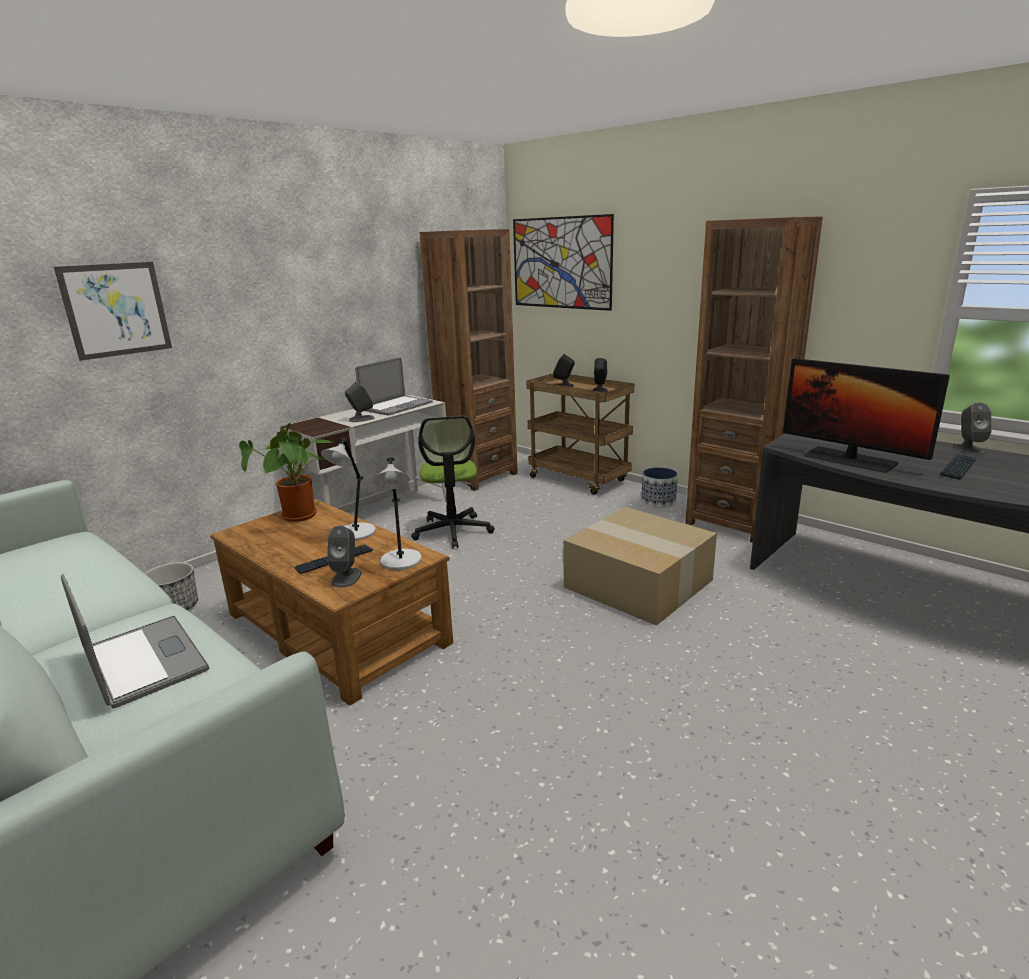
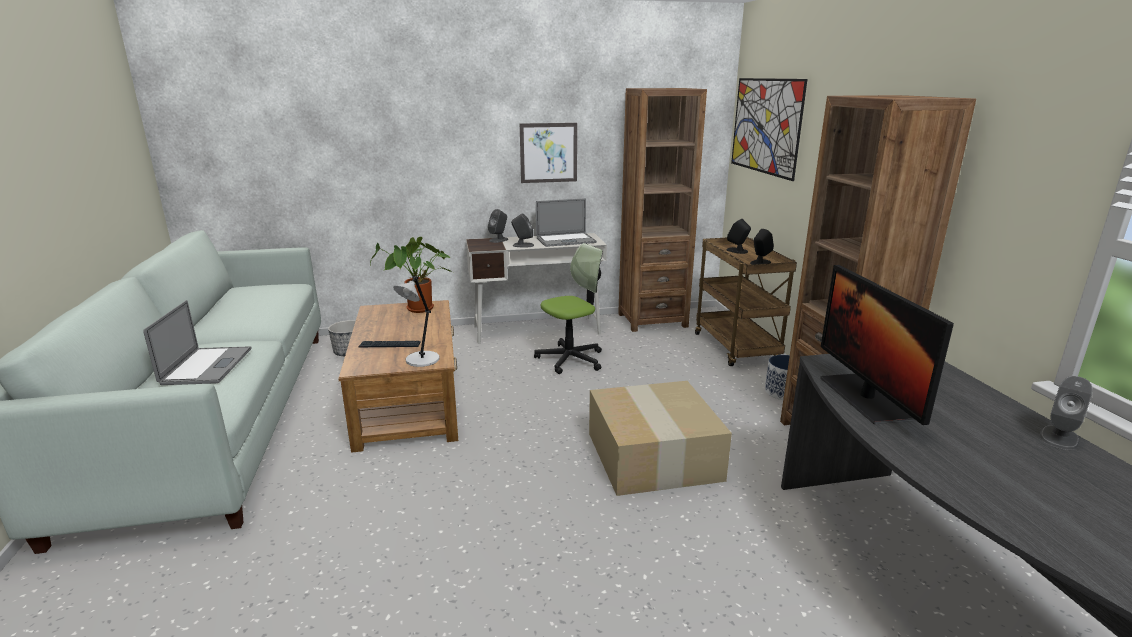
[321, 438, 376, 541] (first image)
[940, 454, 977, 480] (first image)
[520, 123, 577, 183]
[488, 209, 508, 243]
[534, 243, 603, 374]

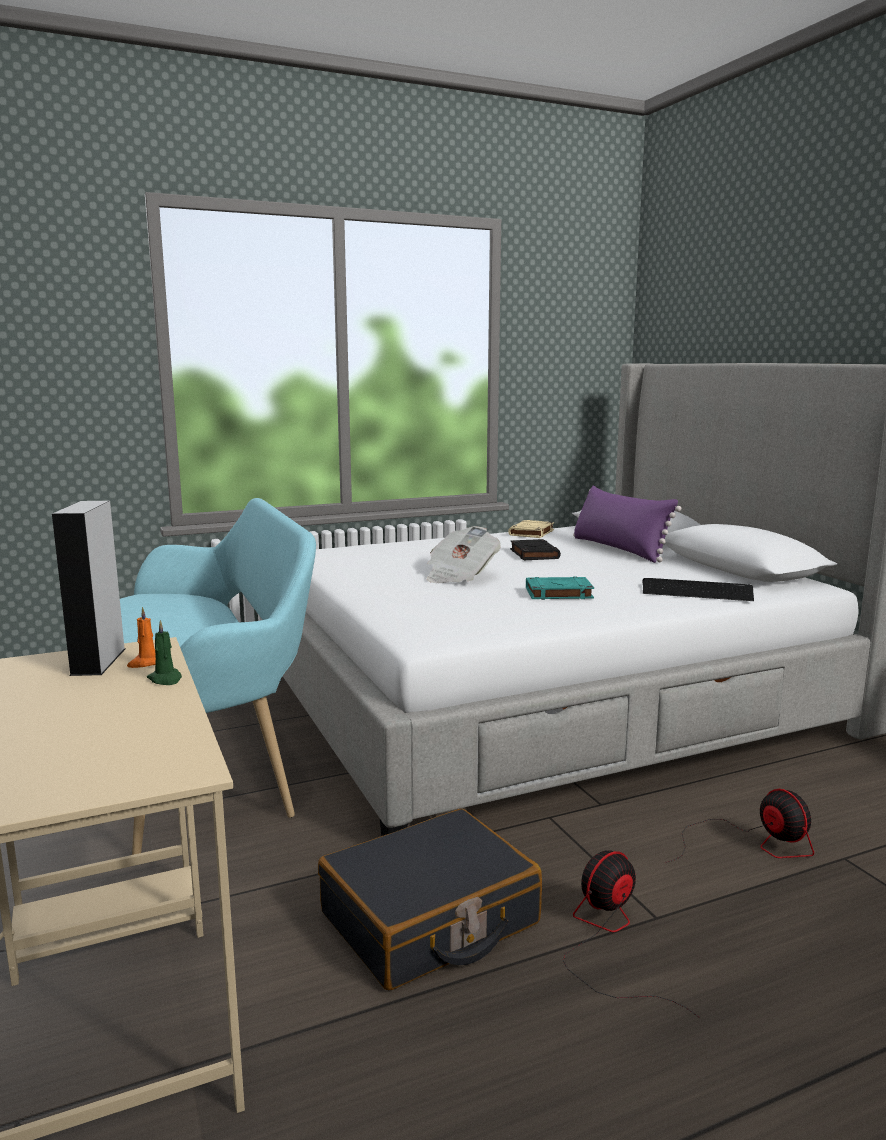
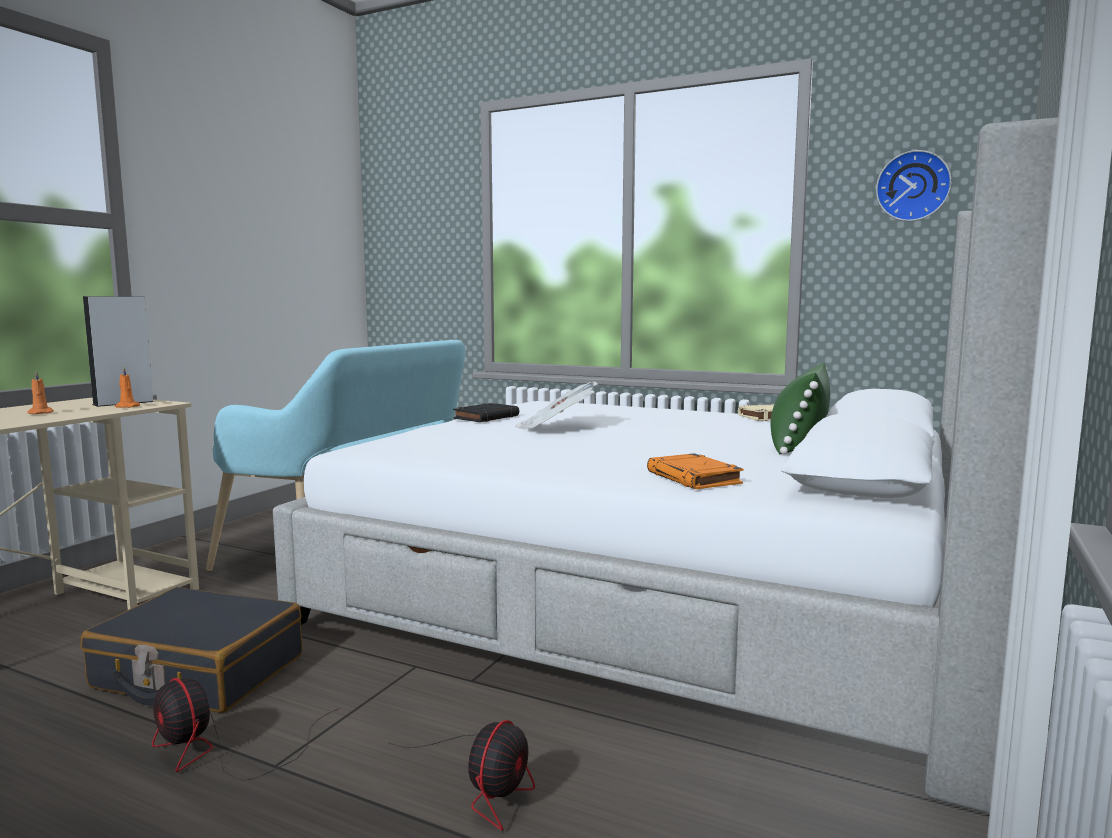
[147, 620, 182, 685] (first image)
[526, 577, 594, 600] (first image)
[27, 371, 54, 414]
[876, 150, 952, 221]
[453, 403, 519, 422]
[647, 453, 744, 489]
[771, 363, 830, 454]
[152, 678, 340, 781]

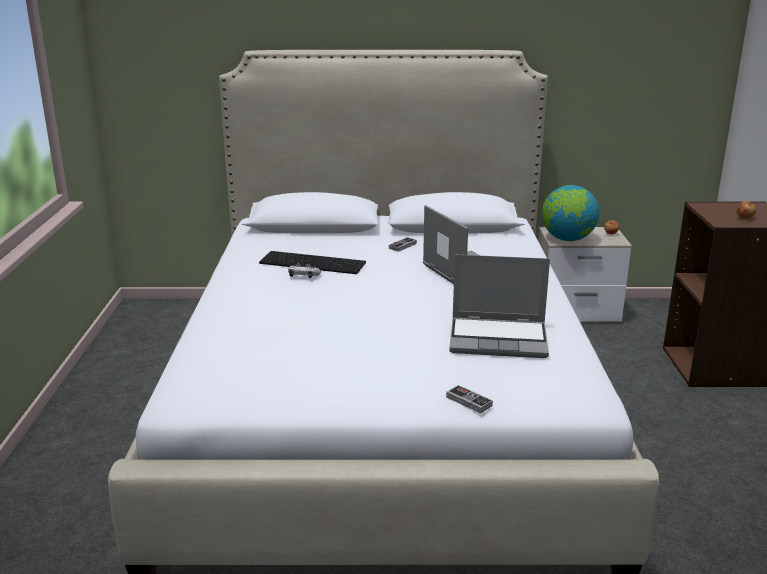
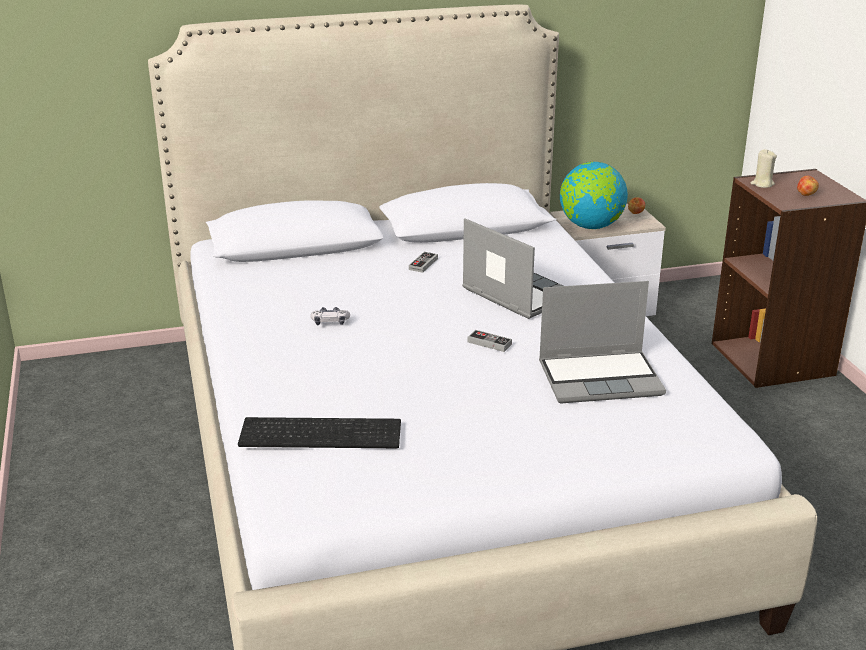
[750, 149, 777, 188]
[238, 417, 401, 448]
[467, 330, 512, 352]

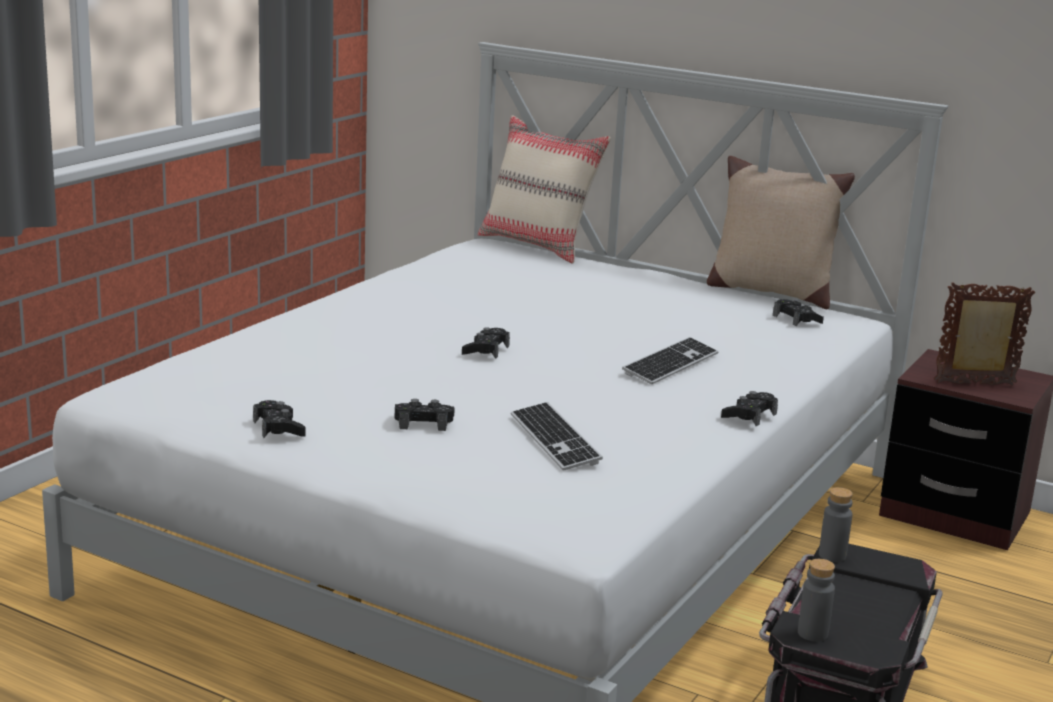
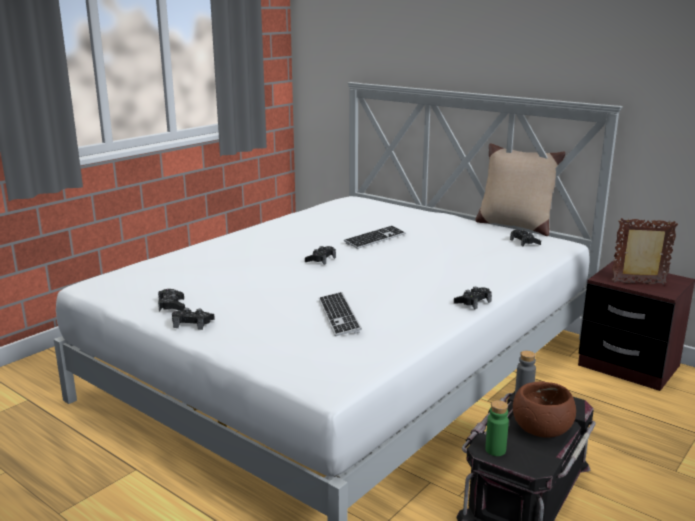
[478, 115, 611, 264] (first image)
[513, 382, 576, 438]
[172, 308, 215, 330]
[344, 225, 406, 249]
[485, 400, 509, 456]

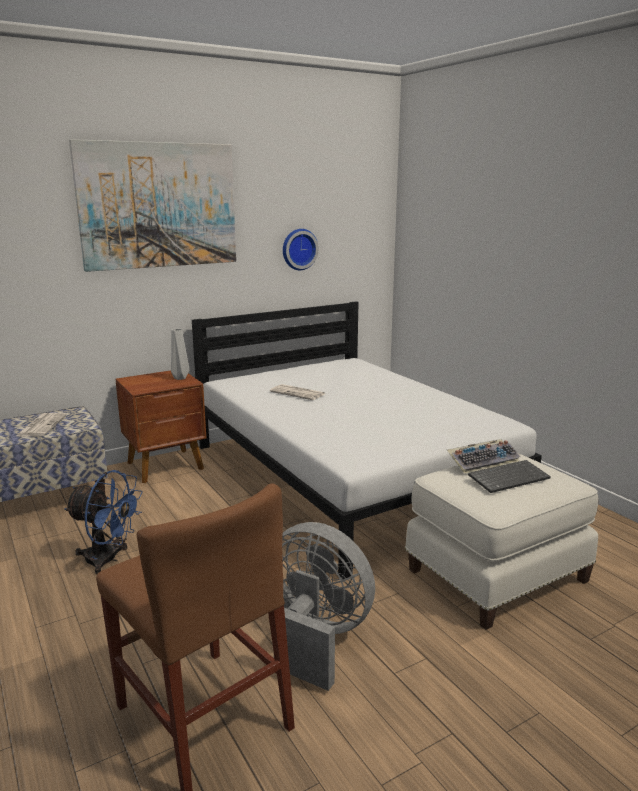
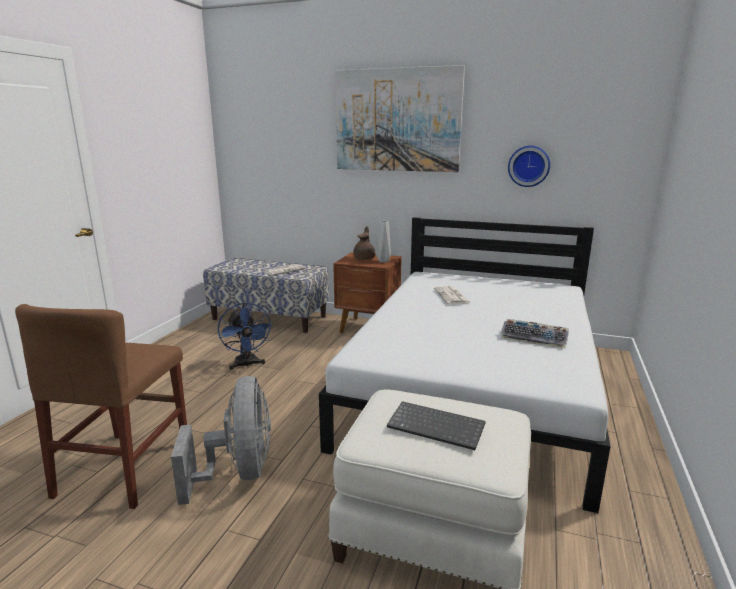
[353, 226, 375, 260]
[500, 319, 569, 349]

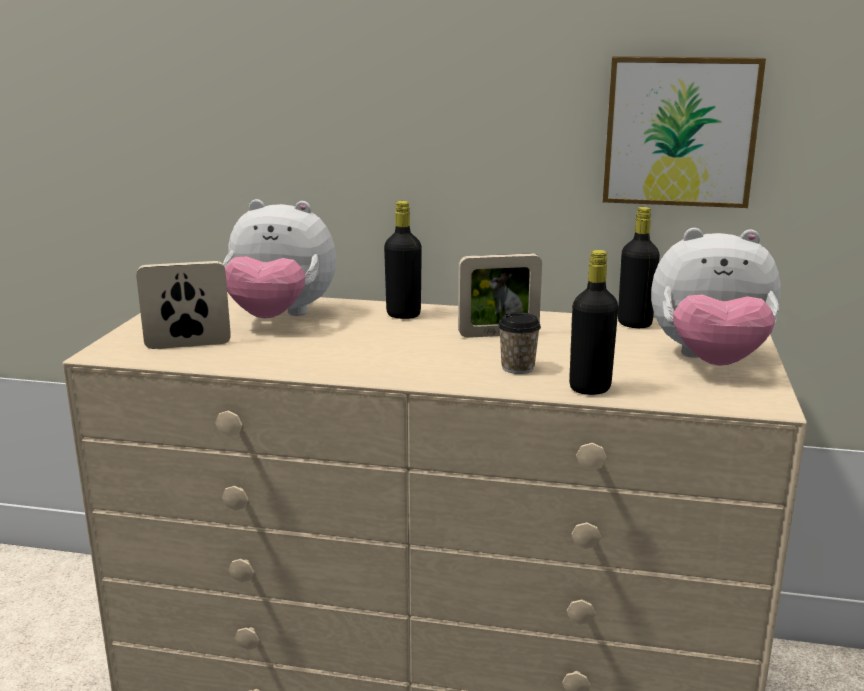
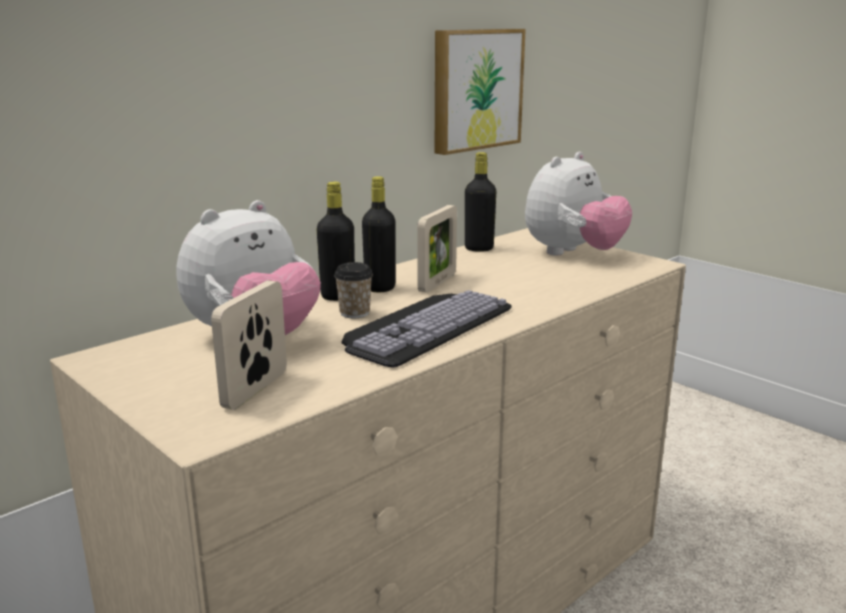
[342, 290, 512, 368]
[334, 262, 373, 318]
[362, 176, 396, 292]

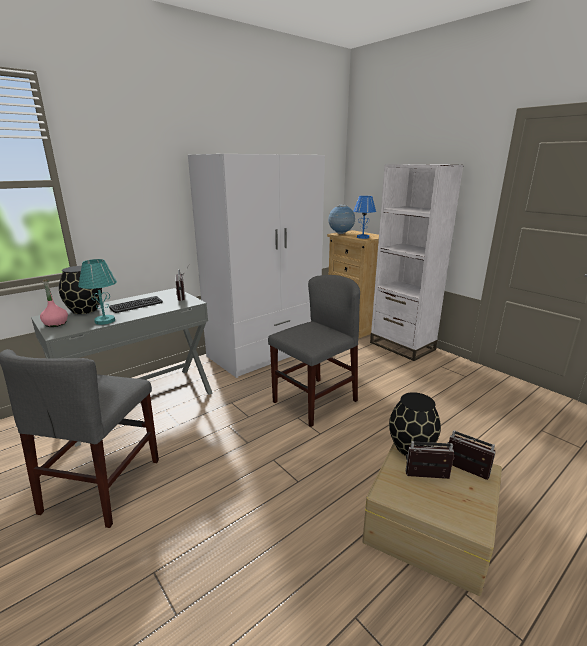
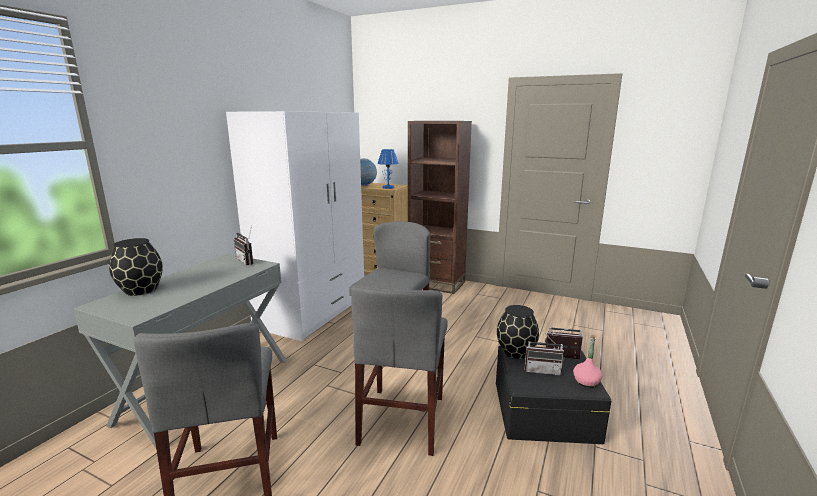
[78, 259, 117, 325] (first image)
[109, 296, 163, 313] (first image)
[351, 284, 448, 456]
[573, 335, 603, 388]
[496, 346, 612, 444]
[408, 121, 472, 294]
[524, 329, 564, 375]

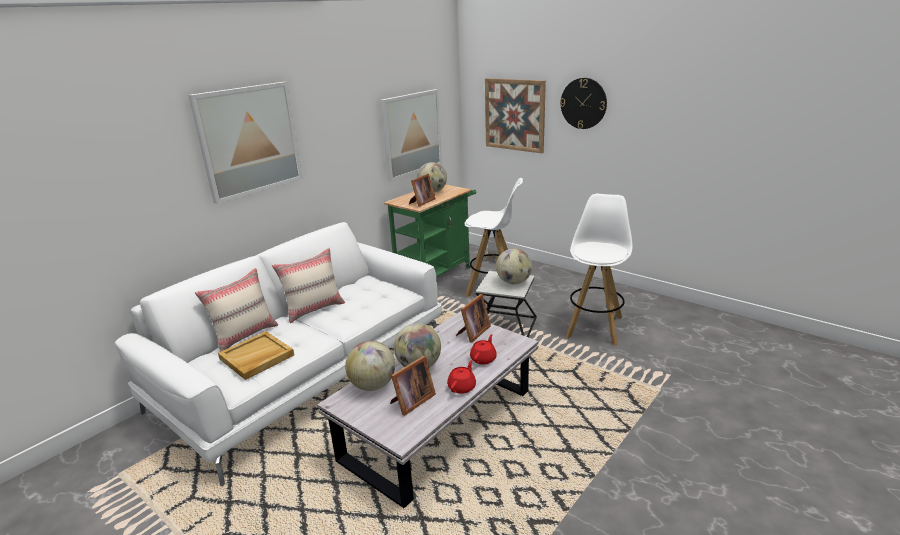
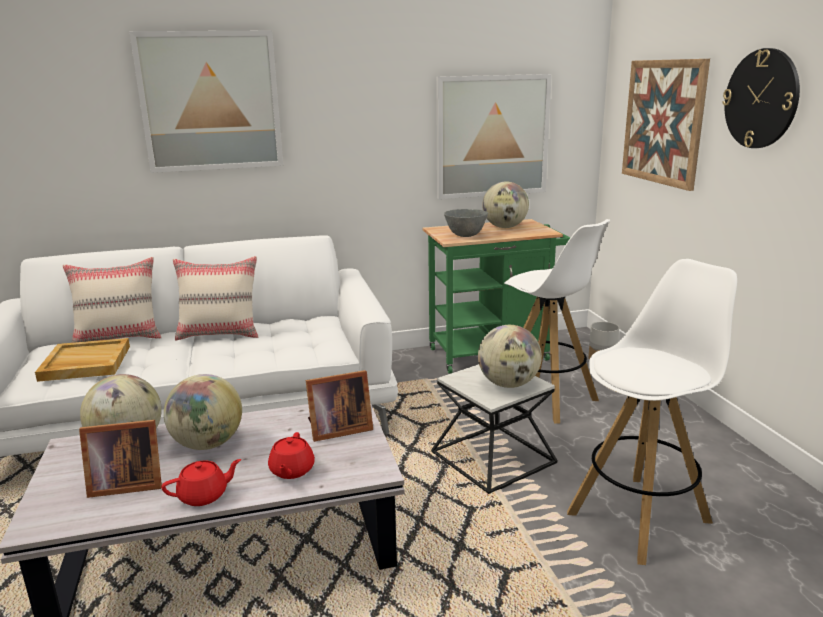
[444, 209, 488, 237]
[268, 432, 315, 479]

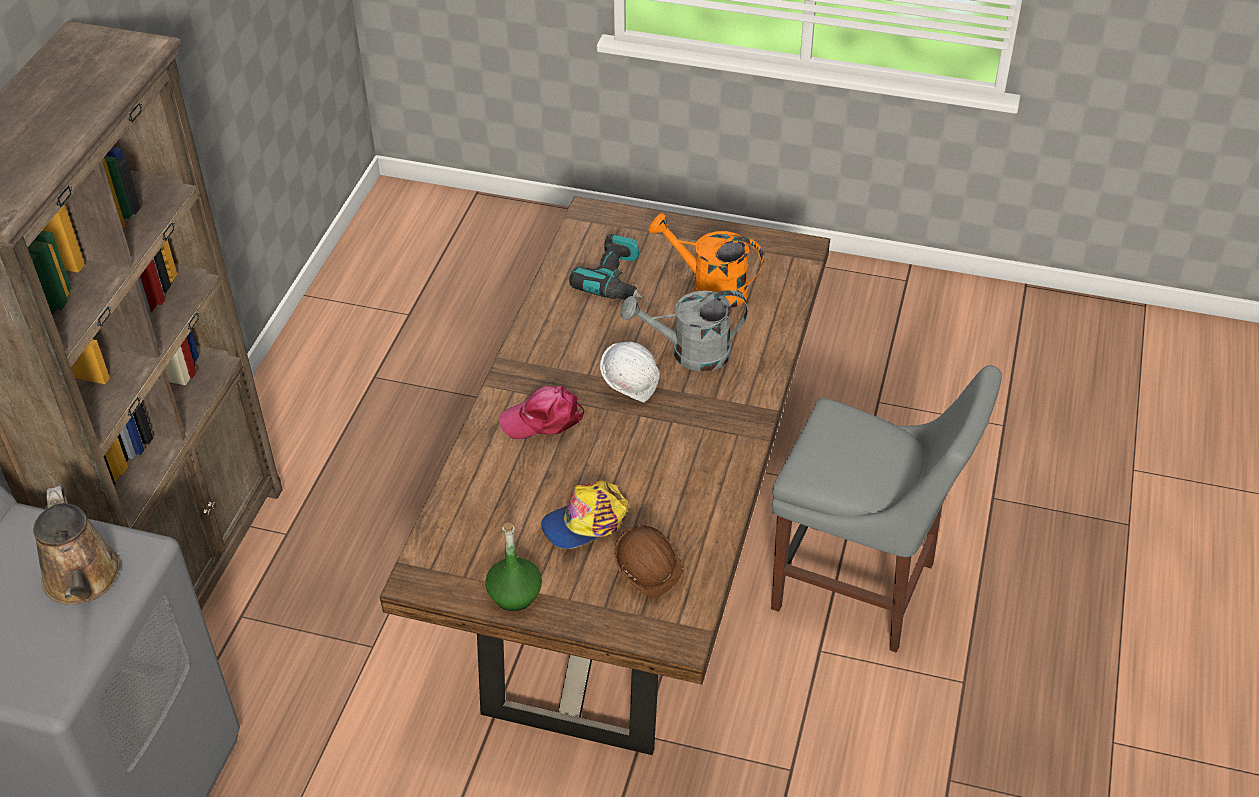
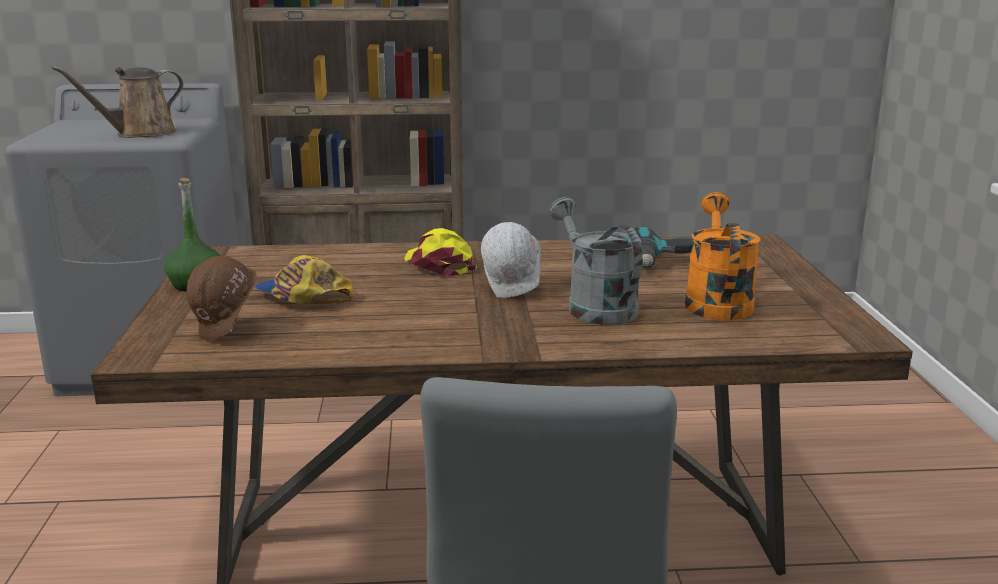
[404, 228, 477, 276]

